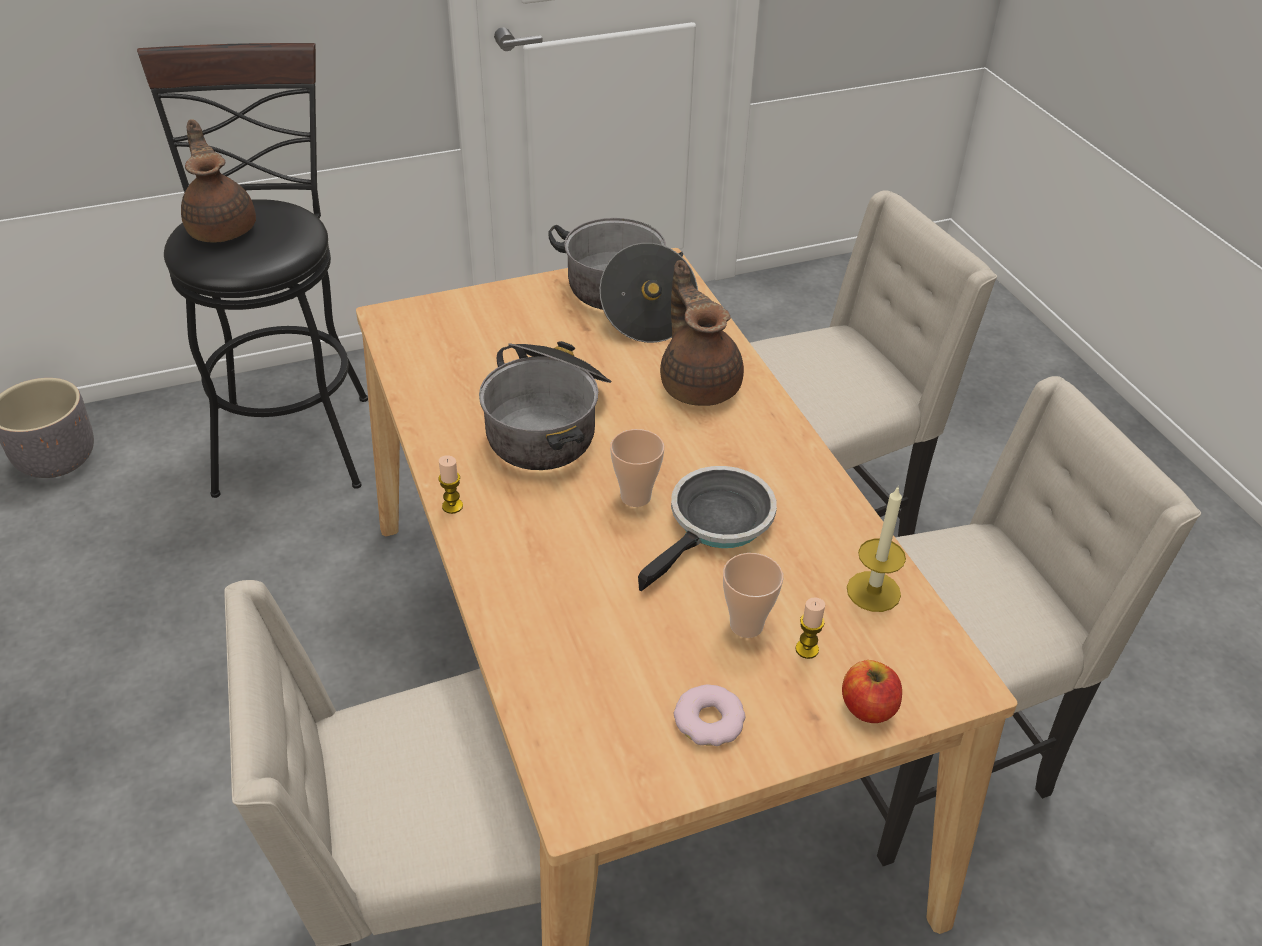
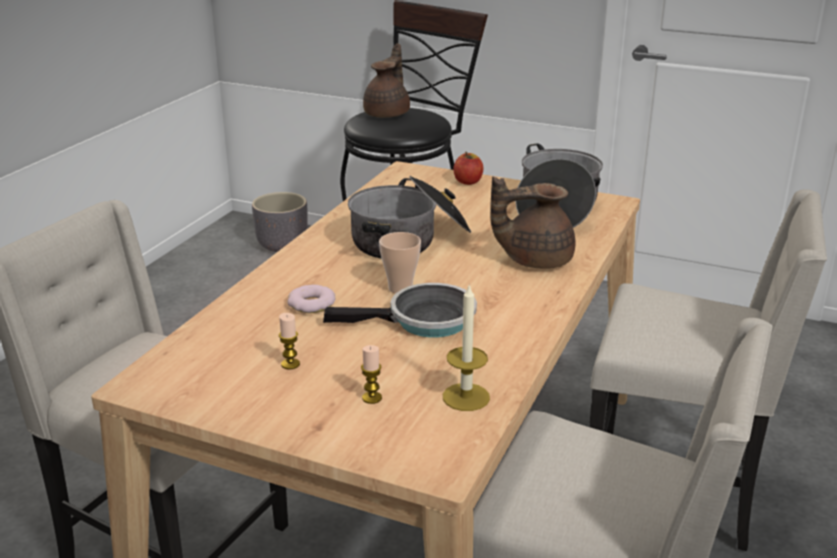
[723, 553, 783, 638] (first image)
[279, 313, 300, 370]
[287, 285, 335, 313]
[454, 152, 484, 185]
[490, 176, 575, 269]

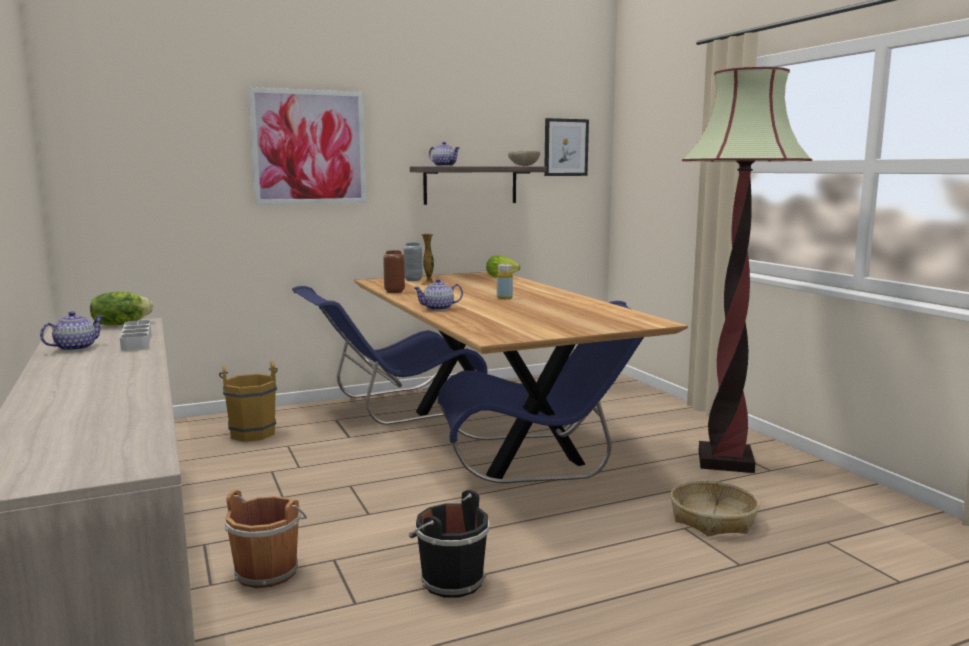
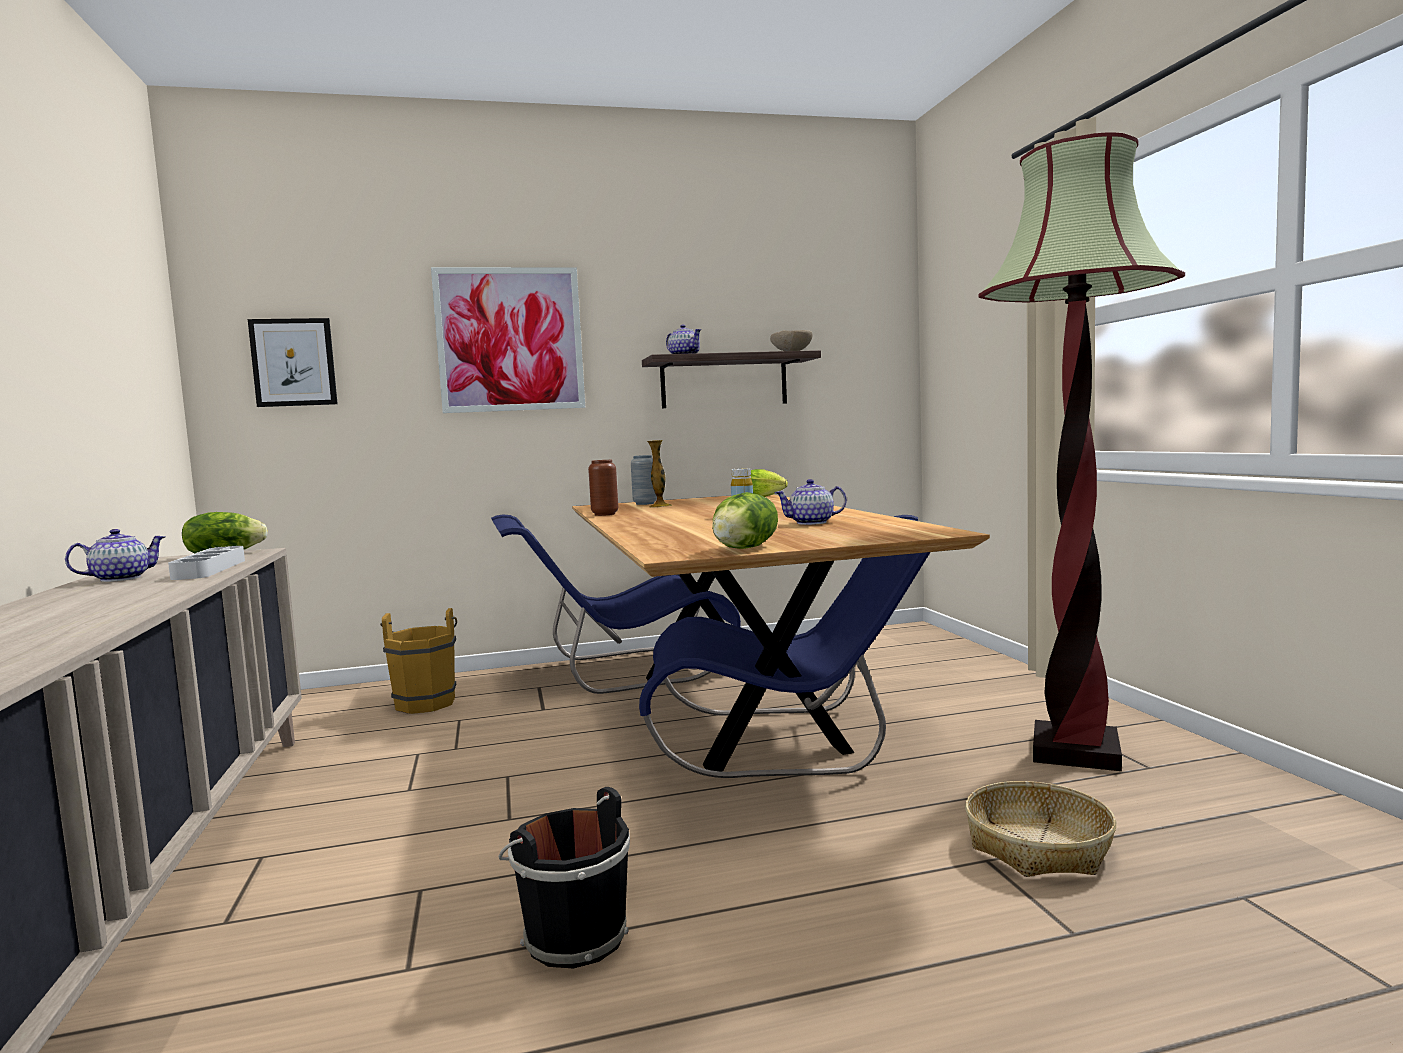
[225, 490, 307, 588] (first image)
[712, 492, 778, 549]
[774, 479, 847, 525]
[248, 318, 338, 407]

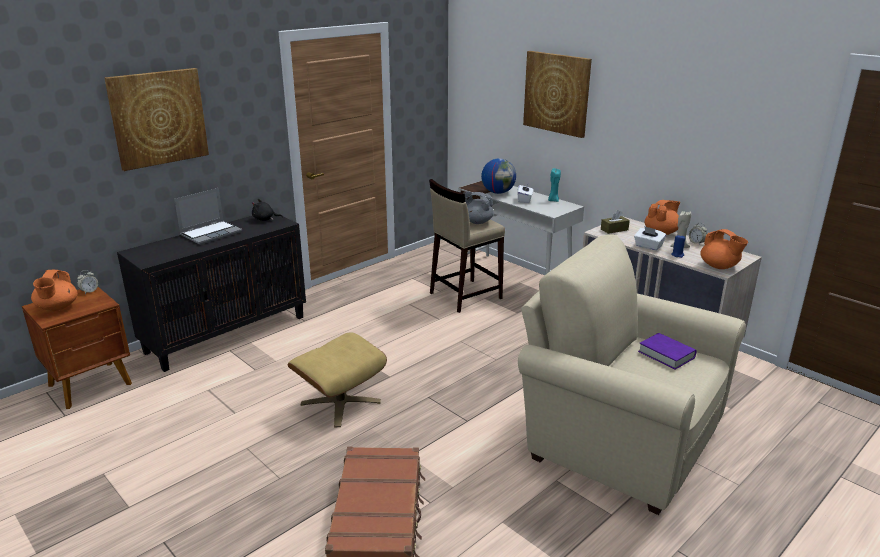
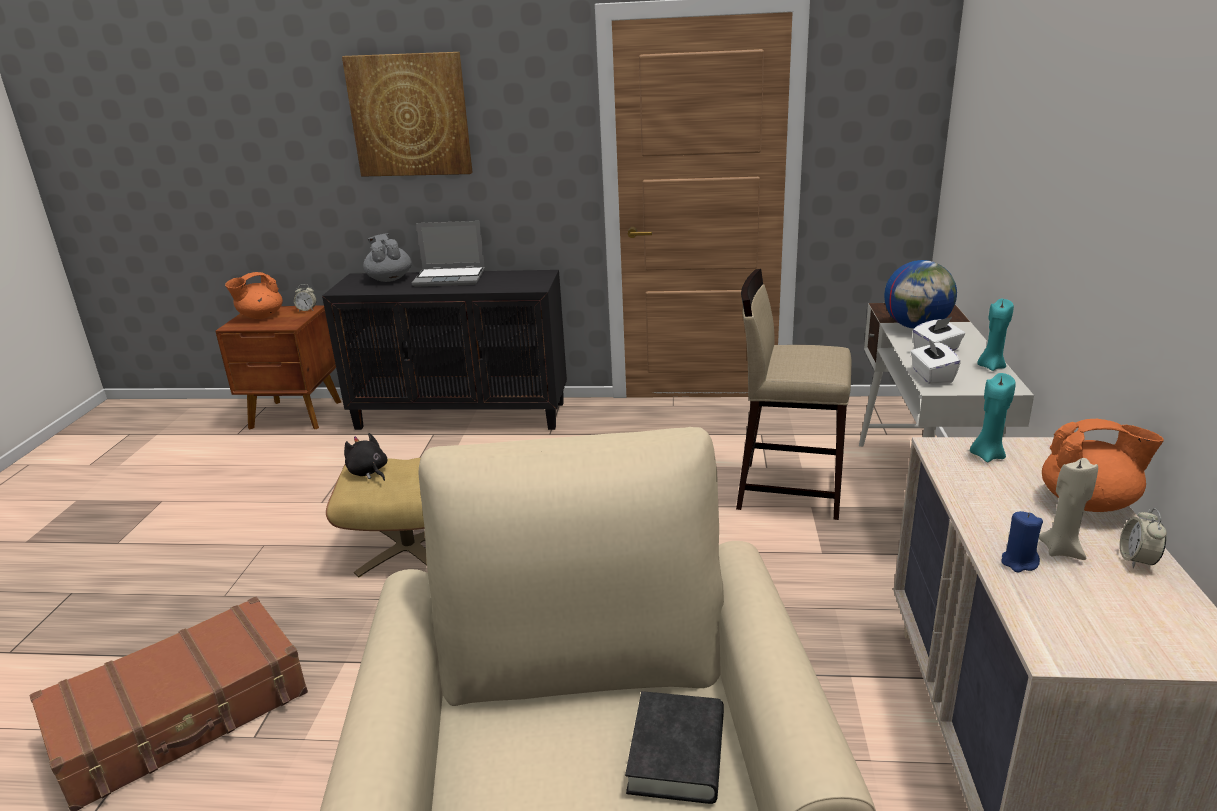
[523, 51, 592, 138] (first image)
[700, 229, 748, 269] (first image)
[344, 433, 387, 481]
[363, 233, 412, 282]
[910, 338, 961, 384]
[970, 373, 1016, 462]
[625, 691, 724, 804]

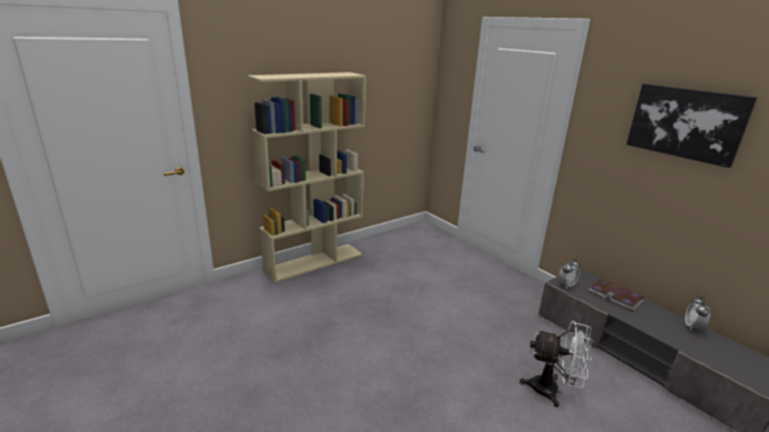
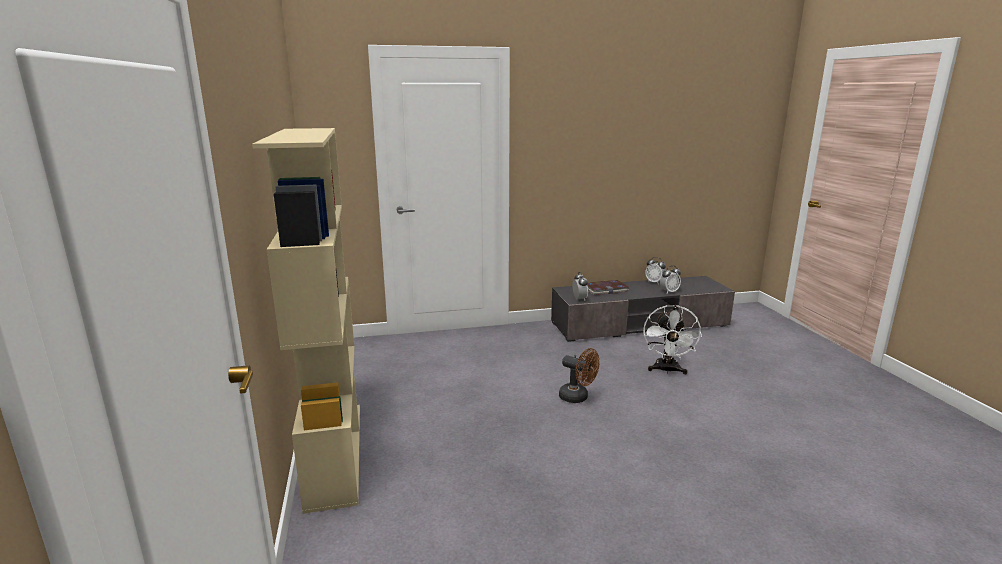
[626, 83, 757, 168] (first image)
[559, 348, 599, 403]
[660, 266, 681, 293]
[643, 305, 702, 374]

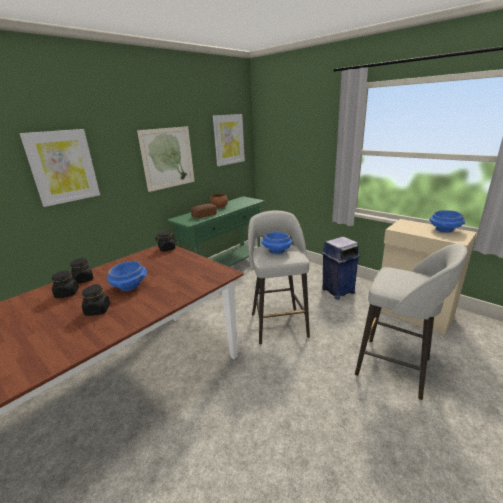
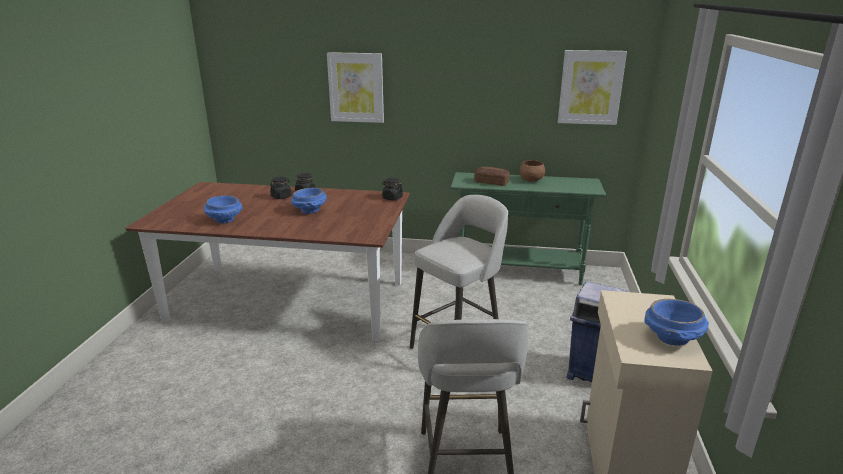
[82, 284, 110, 316] (first image)
[137, 126, 195, 192] (first image)
[204, 195, 243, 223]

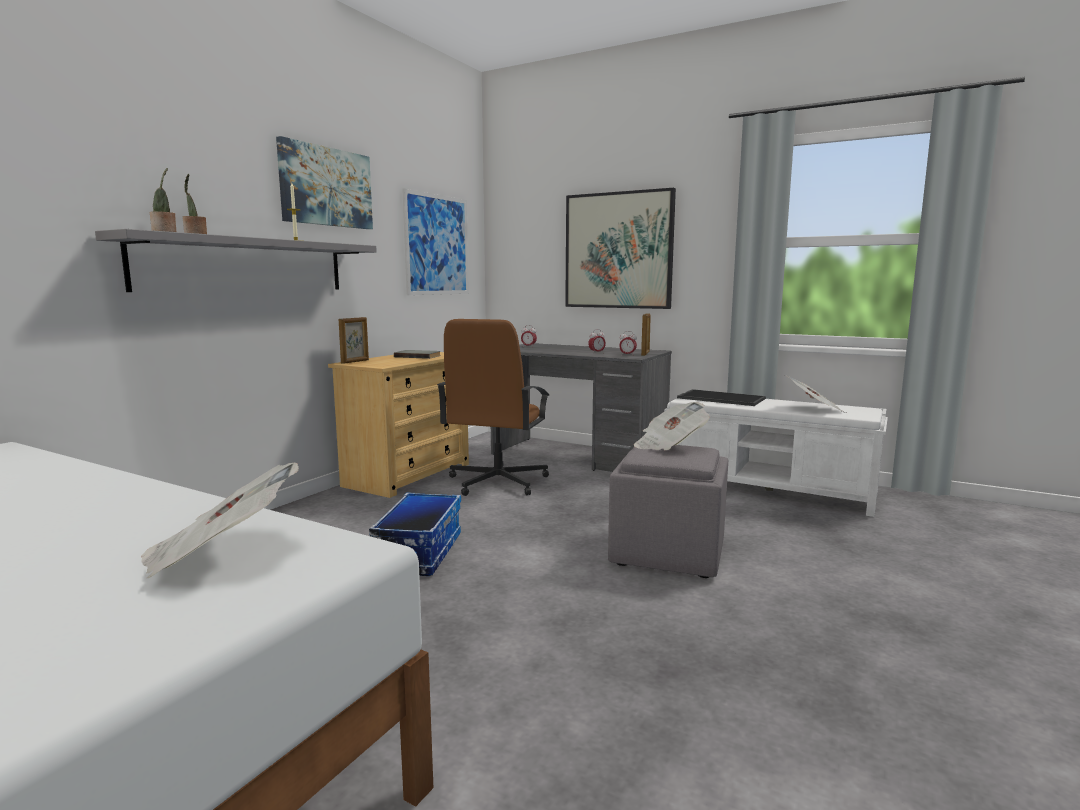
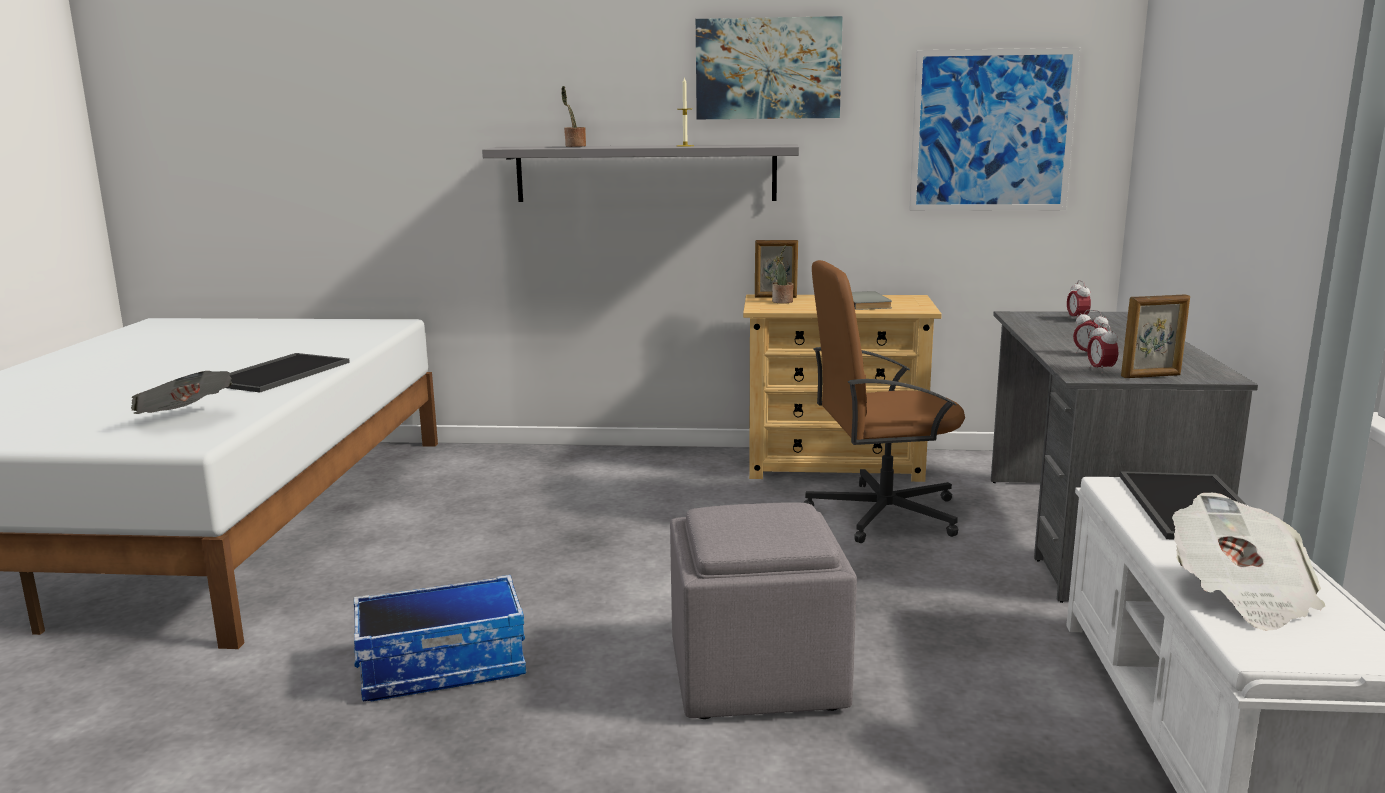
[565, 188, 676, 309] (first image)
[634, 402, 710, 450] (first image)
[226, 353, 350, 392]
[772, 245, 794, 304]
[354, 575, 526, 701]

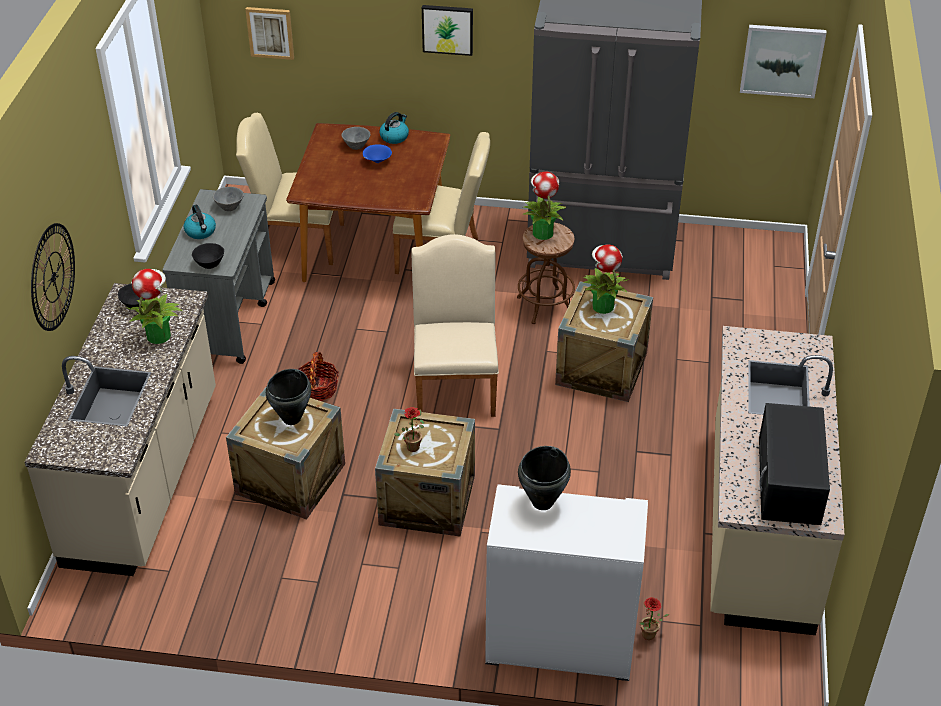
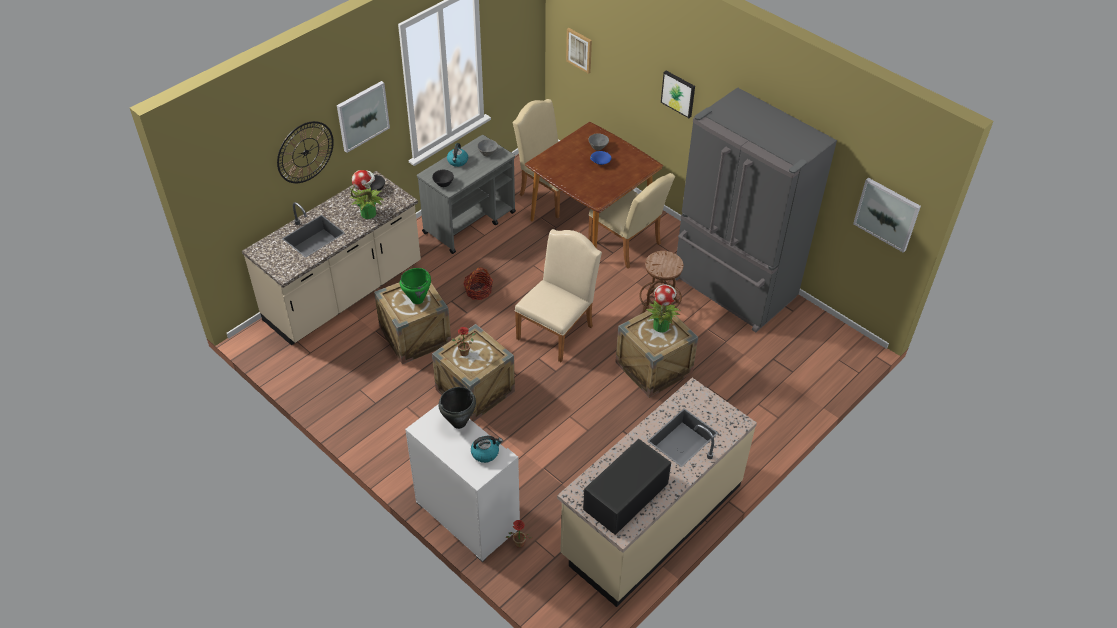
[522, 171, 566, 240] (first image)
[337, 81, 390, 153]
[471, 436, 503, 463]
[400, 268, 431, 304]

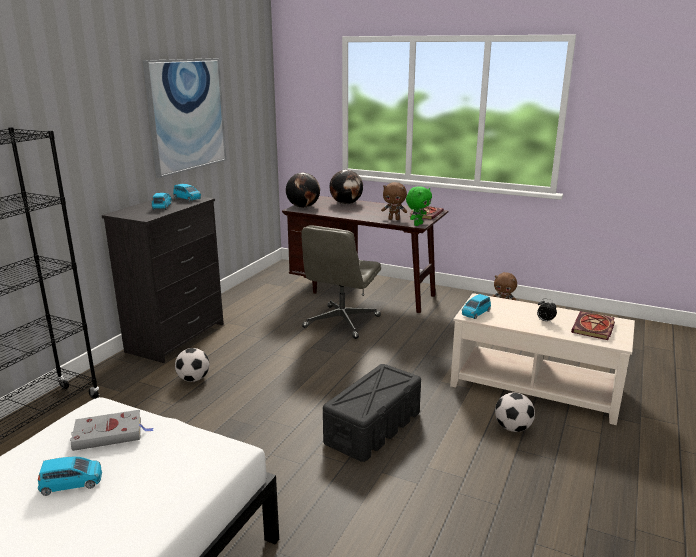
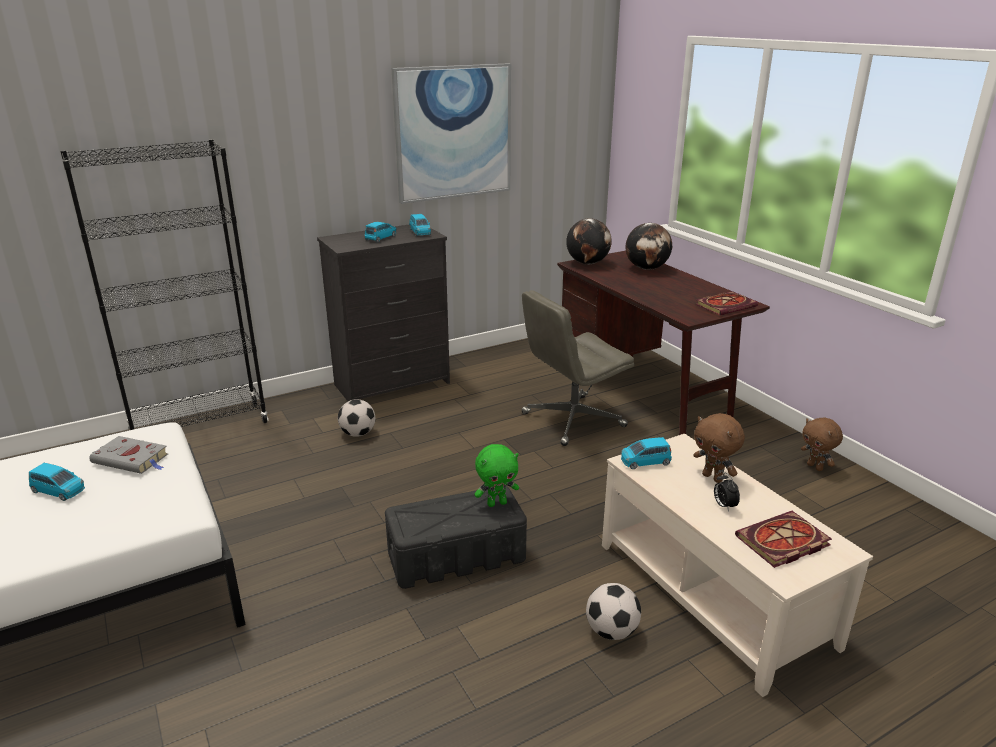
[693, 413, 745, 483]
[475, 444, 519, 507]

